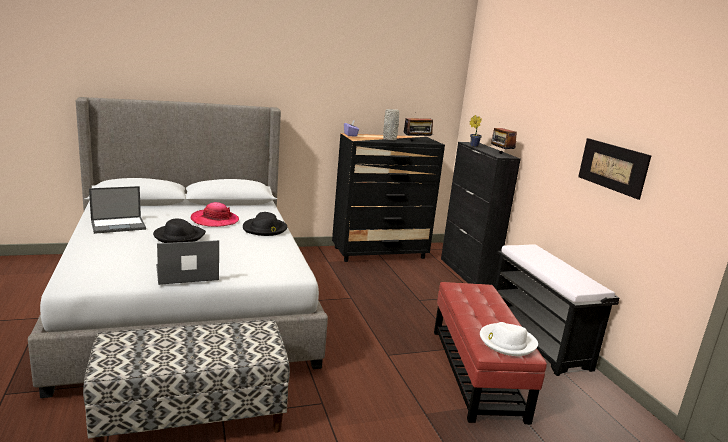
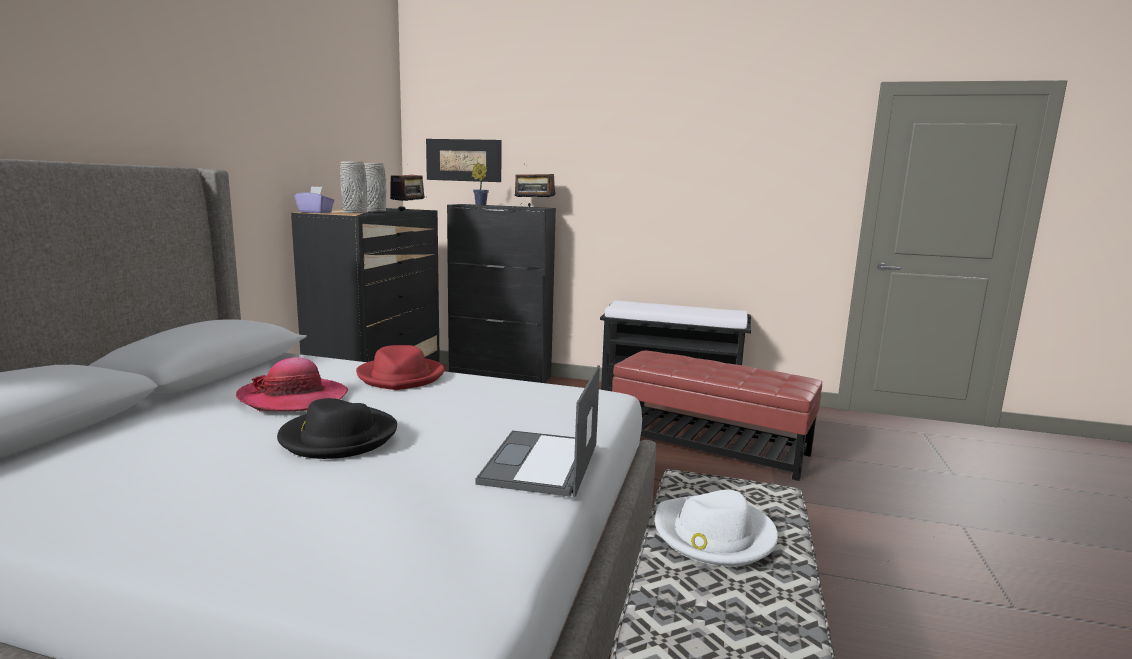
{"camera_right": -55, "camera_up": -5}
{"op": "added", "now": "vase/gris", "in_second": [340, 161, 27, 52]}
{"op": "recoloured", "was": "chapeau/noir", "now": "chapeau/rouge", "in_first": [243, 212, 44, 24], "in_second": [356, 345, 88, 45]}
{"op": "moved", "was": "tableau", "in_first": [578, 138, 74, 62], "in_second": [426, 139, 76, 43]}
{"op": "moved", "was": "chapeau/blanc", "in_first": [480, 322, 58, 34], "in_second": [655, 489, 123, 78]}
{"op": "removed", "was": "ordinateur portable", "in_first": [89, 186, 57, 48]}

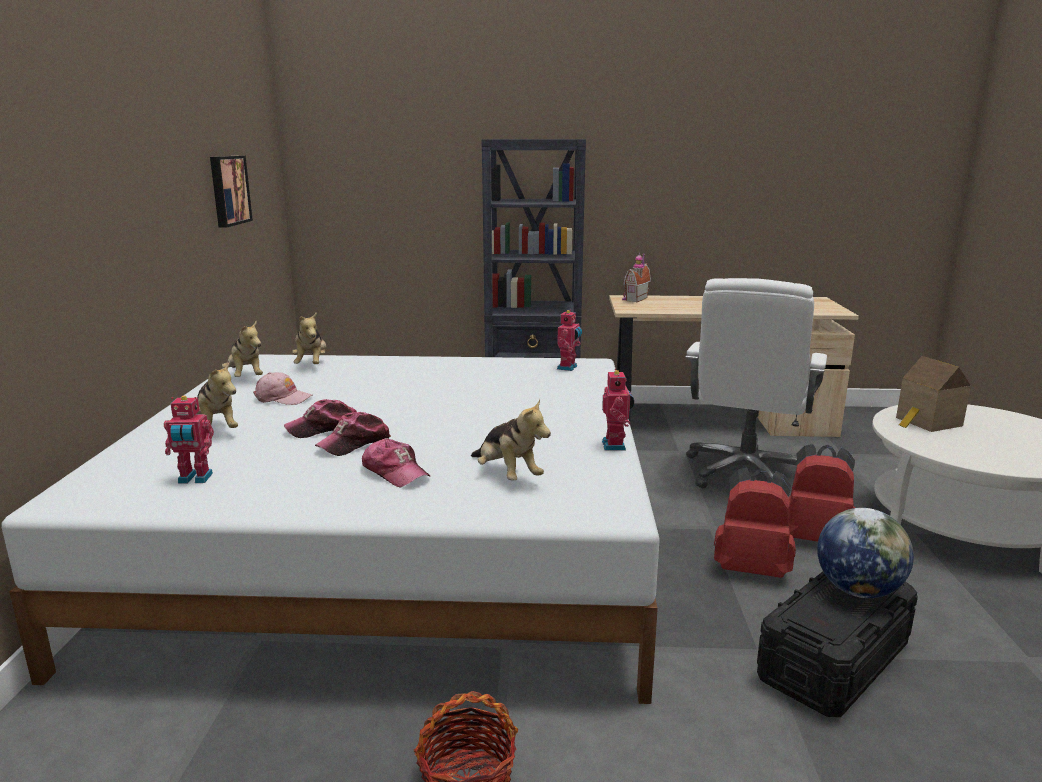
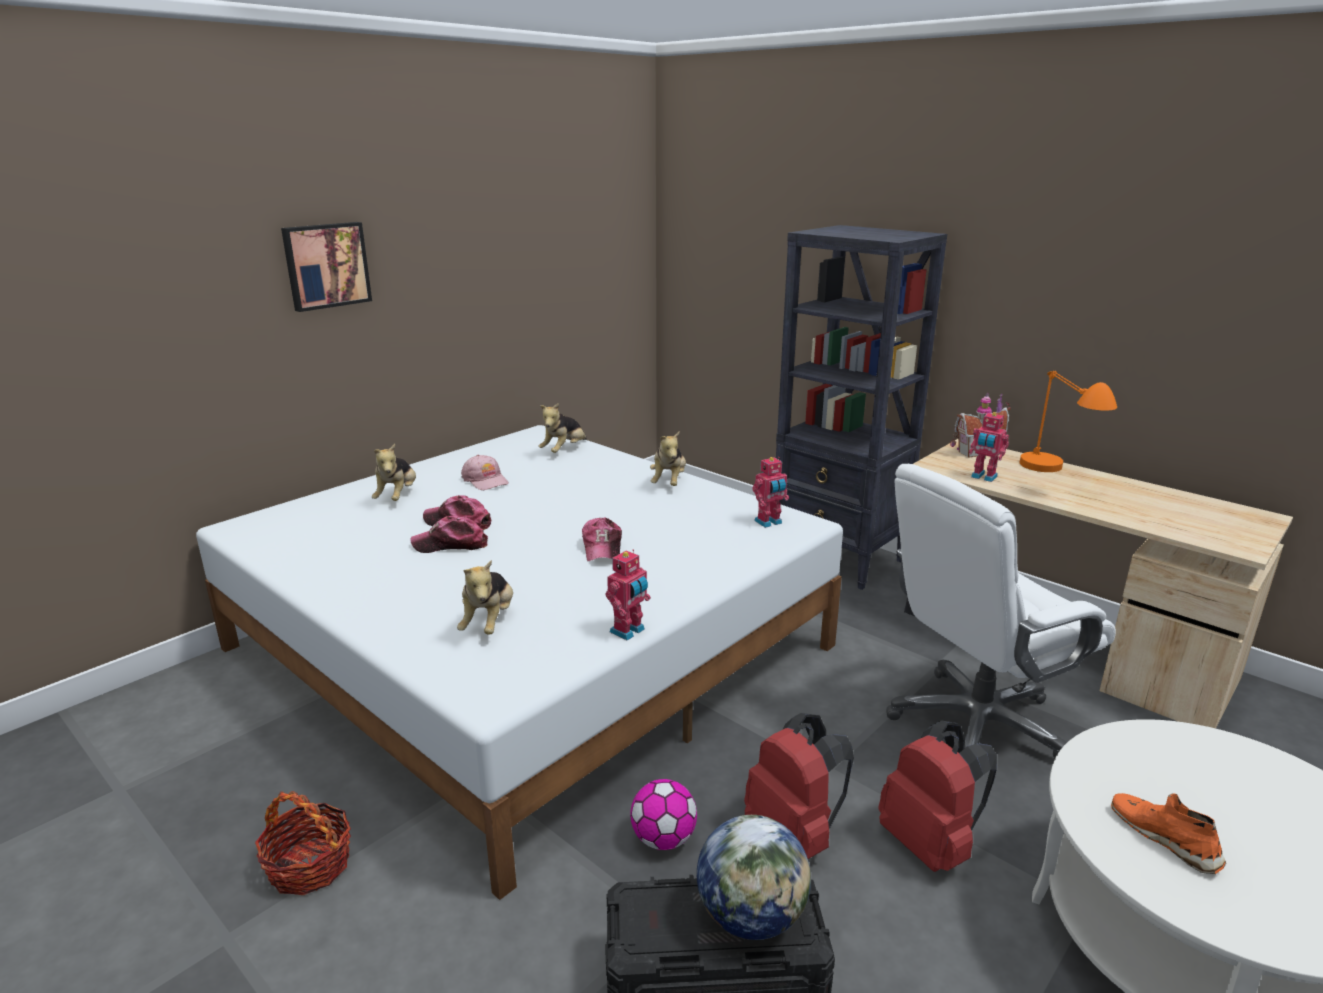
{"camera_right": 40, "camera_up": 5}
{"op": "moved", "was": "tableau", "in_first": [210, 156, 43, 72], "in_second": [281, 222, 91, 90]}
{"op": "moved", "was": "casquette", "in_first": [362, 438, 68, 49], "in_second": [582, 518, 40, 43]}
{"op": "added", "now": "ballon de foot", "in_second": [630, 779, 67, 71]}
{"op": "moved", "was": "peluche", "in_first": [222, 320, 41, 57], "in_second": [650, 431, 36, 55]}
{"op": "moved", "was": "robot jouet", "in_first": [164, 396, 50, 88], "in_second": [969, 412, 40, 70]}
{"op": "added", "now": "lampe de table/orange", "in_second": [1020, 371, 97, 101]}
{"op": "added", "now": "chaussure/orange", "in_second": [1111, 793, 115, 81]}
{"op": "removed", "was": "maison miniature", "in_first": [896, 356, 75, 76]}

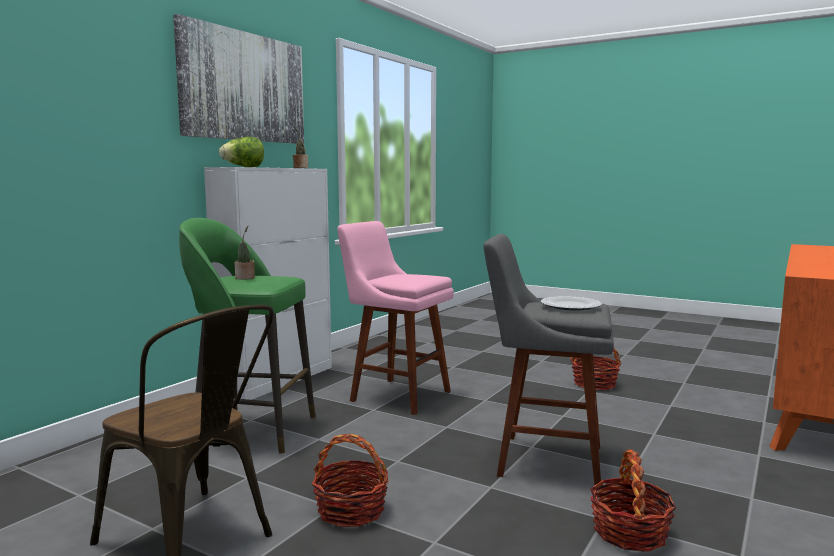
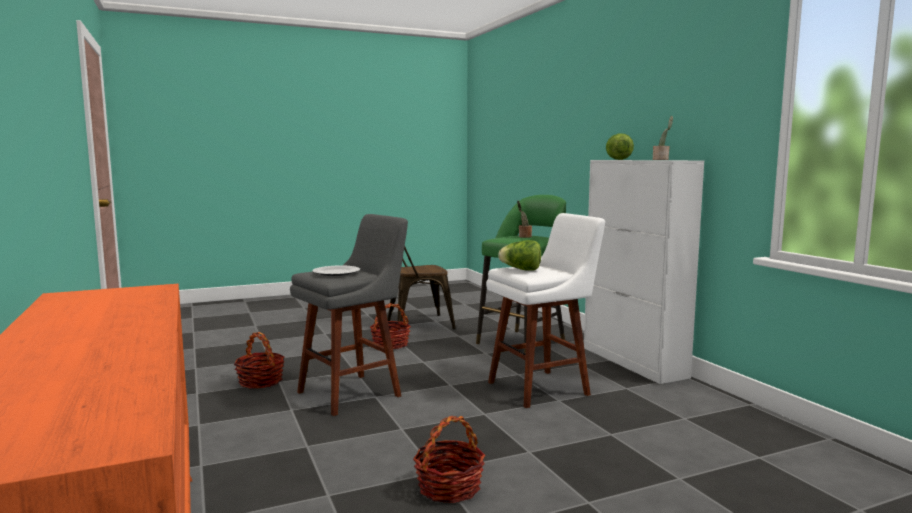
{"camera_right": 125, "camera_up": 0}
{"op": "recoloured", "was": "tabouret/rose", "now": "tabouret/blanc", "in_first": [337, 221, 117, 194], "in_second": [486, 213, 119, 195]}
{"op": "added", "now": "laitue", "in_second": [498, 240, 43, 30]}
{"op": "removed", "was": "tableau", "in_first": [173, 14, 131, 130]}

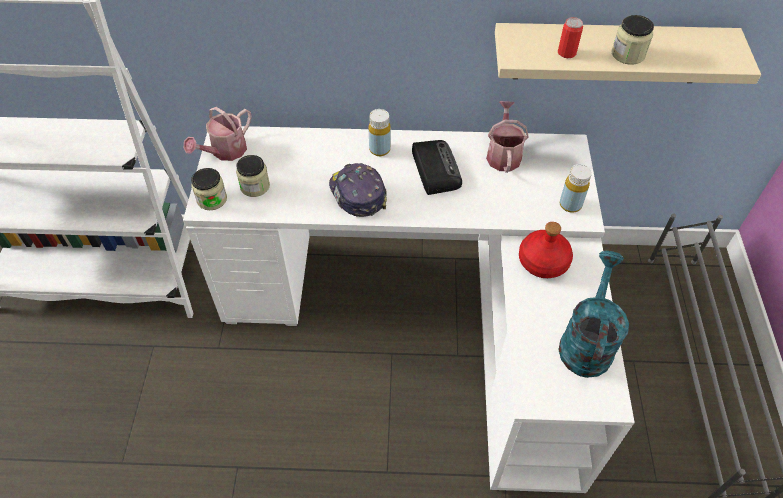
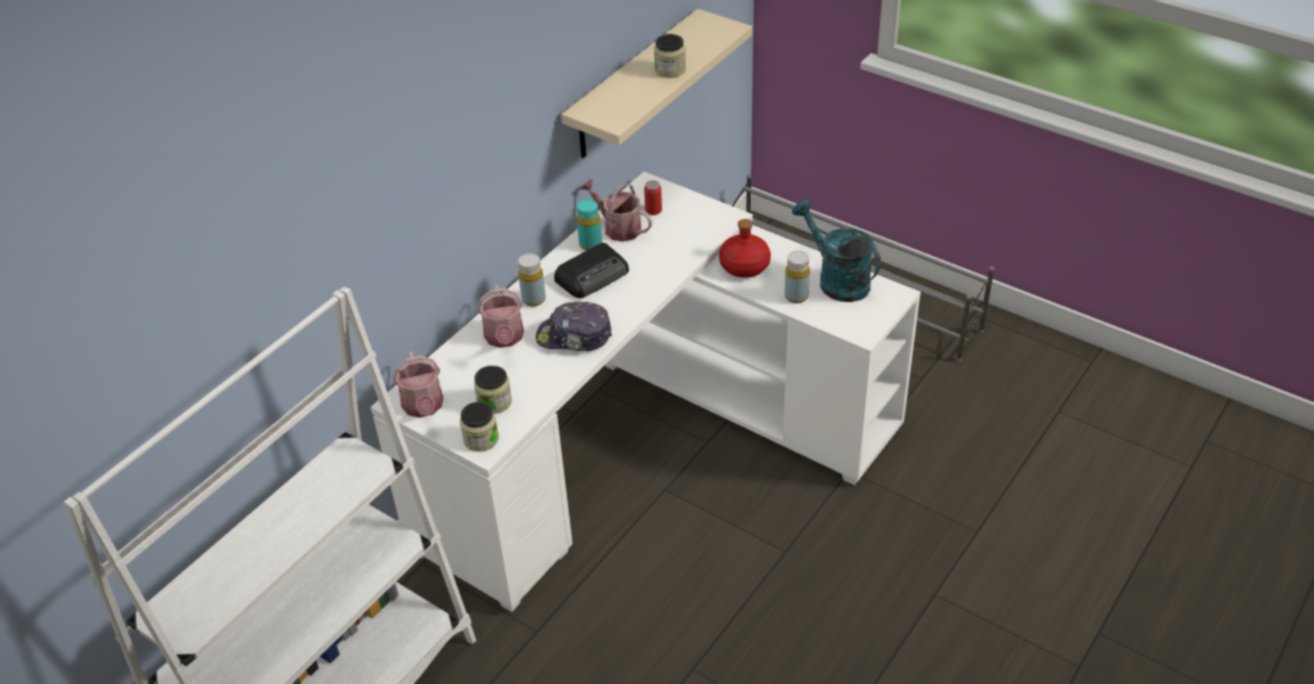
{"camera_right": -55, "camera_up": -10}
{"op": "added", "now": "arrosoir", "in_second": [477, 285, 47, 63]}
{"op": "turned", "was": "radio", "in_first": [412, 140, 50, 55], "in_second": [554, 243, 75, 55], "clockwise": 120}
{"op": "added", "now": "bouteille/turquoise", "in_second": [577, 199, 25, 52]}
{"op": "moved", "was": "boîte métallique", "in_first": [558, 17, 25, 41], "in_second": [644, 180, 18, 35]}
{"op": "moved", "was": "bouteille/jaune", "in_first": [560, 164, 32, 49], "in_second": [785, 251, 25, 52]}

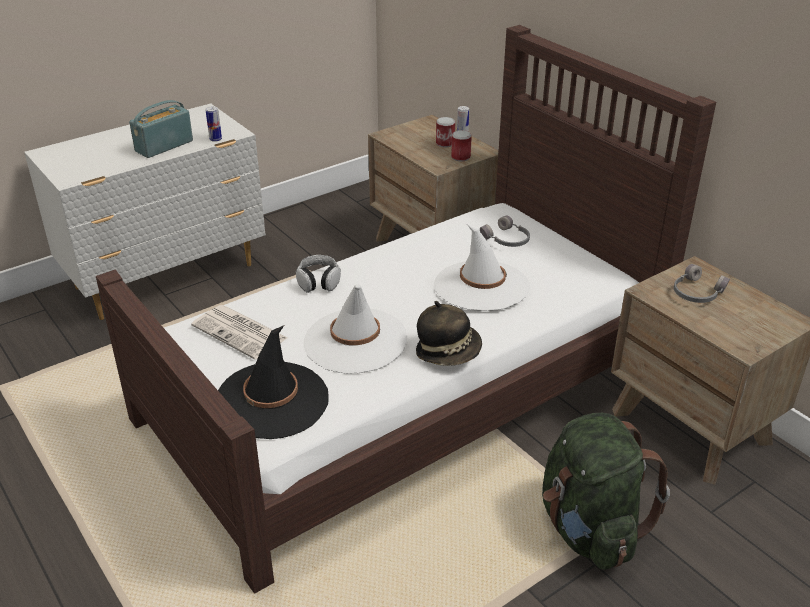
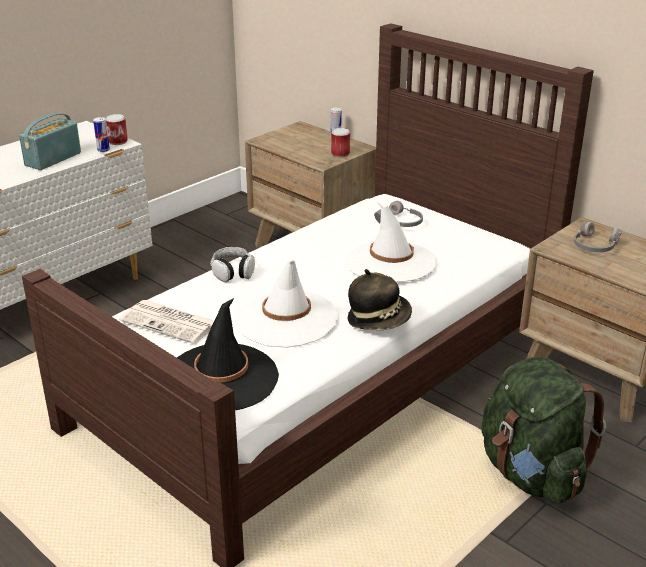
{"camera_right": -10, "camera_up": -5}
{"op": "moved", "was": "boîte métallique", "in_first": [436, 117, 19, 30], "in_second": [106, 114, 22, 31]}

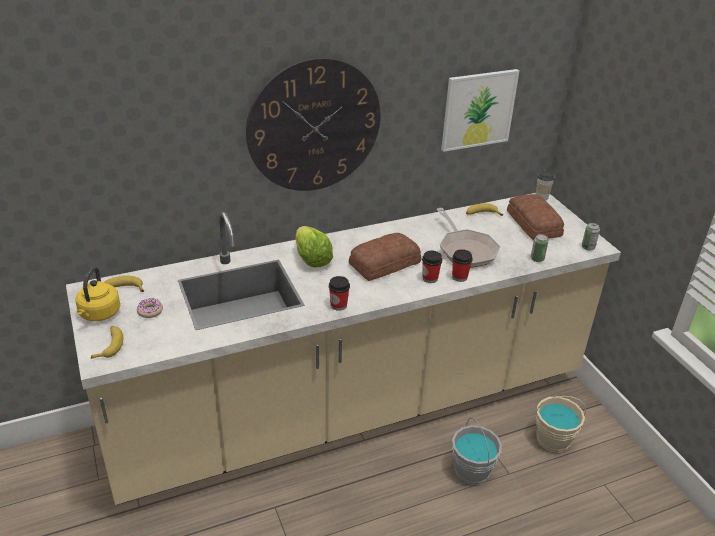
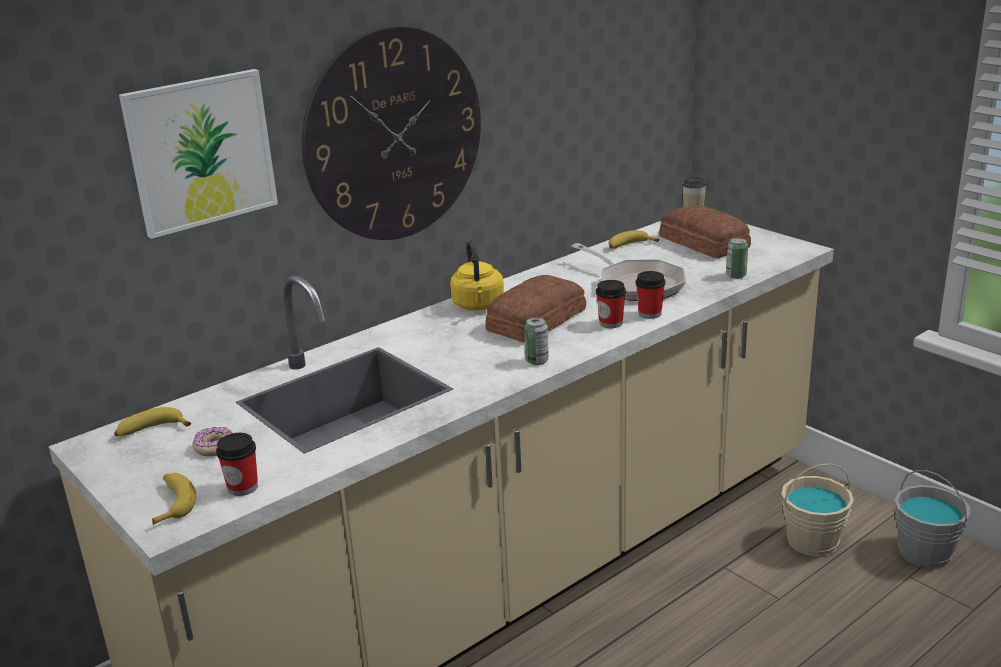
{"camera_right": -15, "camera_up": -10}
{"op": "moved", "was": "tableau", "in_first": [441, 69, 78, 83], "in_second": [119, 69, 159, 170]}
{"op": "moved", "was": "tasse", "in_first": [329, 276, 21, 35], "in_second": [216, 433, 42, 63]}
{"op": "moved", "was": "bouilloire/jaune", "in_first": [75, 267, 45, 54], "in_second": [450, 240, 54, 70]}
{"op": "moved", "was": "boîte métallique", "in_first": [582, 223, 18, 27], "in_second": [524, 318, 25, 47]}
{"op": "moved", "was": "seau/gris", "in_first": [452, 418, 50, 67], "in_second": [895, 470, 76, 98]}
{"op": "removed", "was": "laitue", "in_first": [296, 226, 37, 41]}

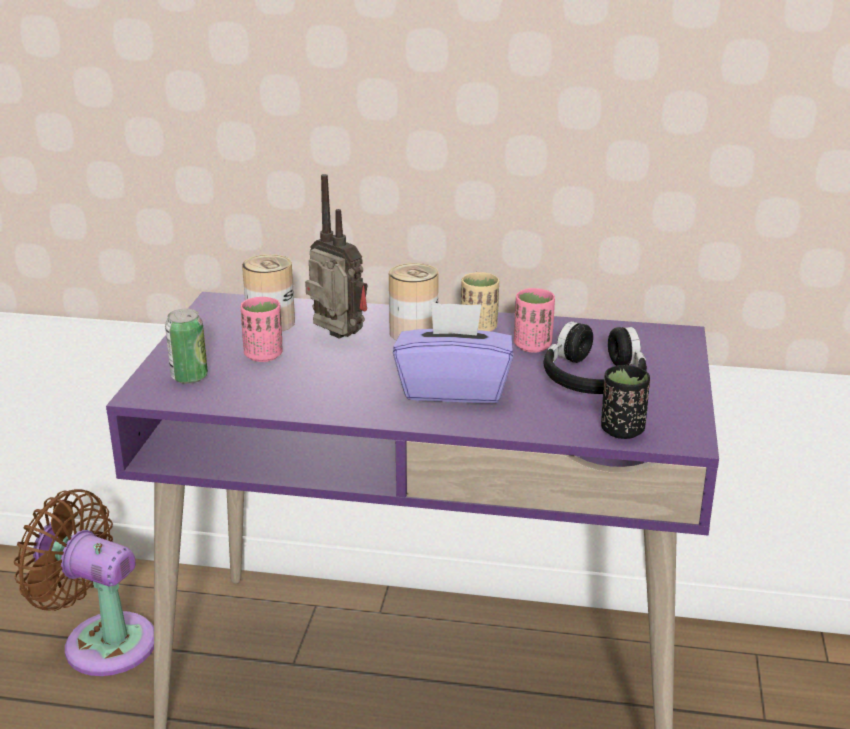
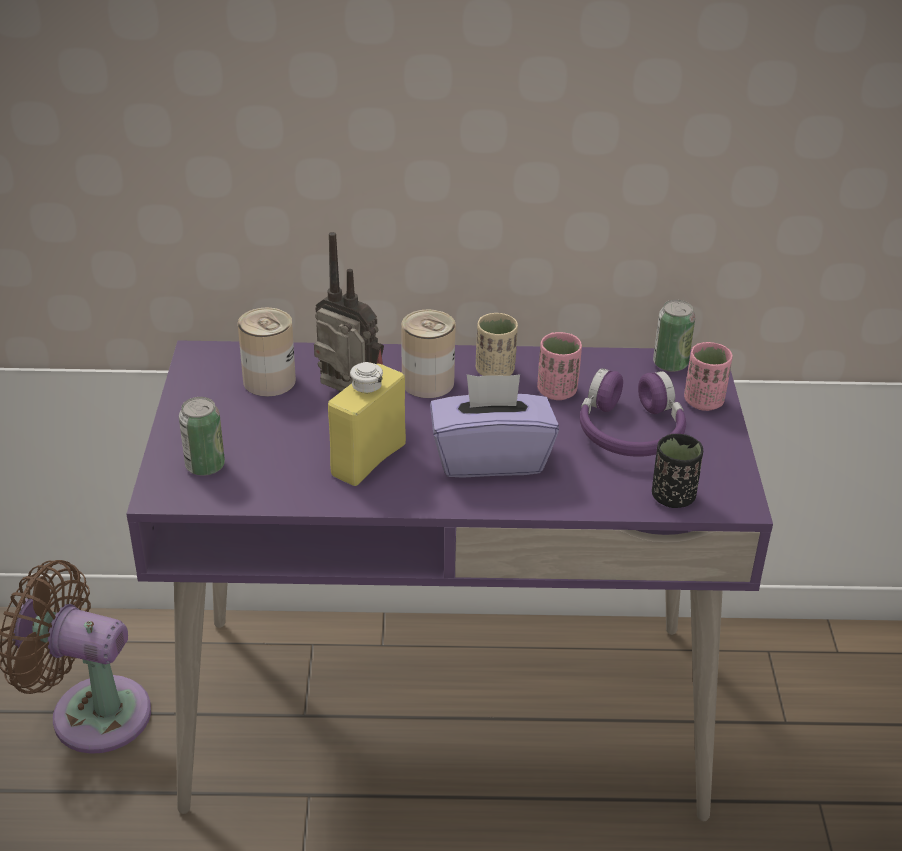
{"camera_right": -10, "camera_up": 10}
{"op": "added", "now": "bouteille/jaune", "in_second": [328, 362, 78, 124]}
{"op": "recoloured", "was": "casque audio/noir", "now": "casque audio/violet", "in_first": [544, 321, 103, 73], "in_second": [580, 368, 106, 89]}
{"op": "added", "now": "boîte métallique", "in_second": [653, 300, 42, 72]}
{"op": "moved", "was": "tasse/rose", "in_first": [241, 297, 42, 65], "in_second": [684, 342, 49, 69]}

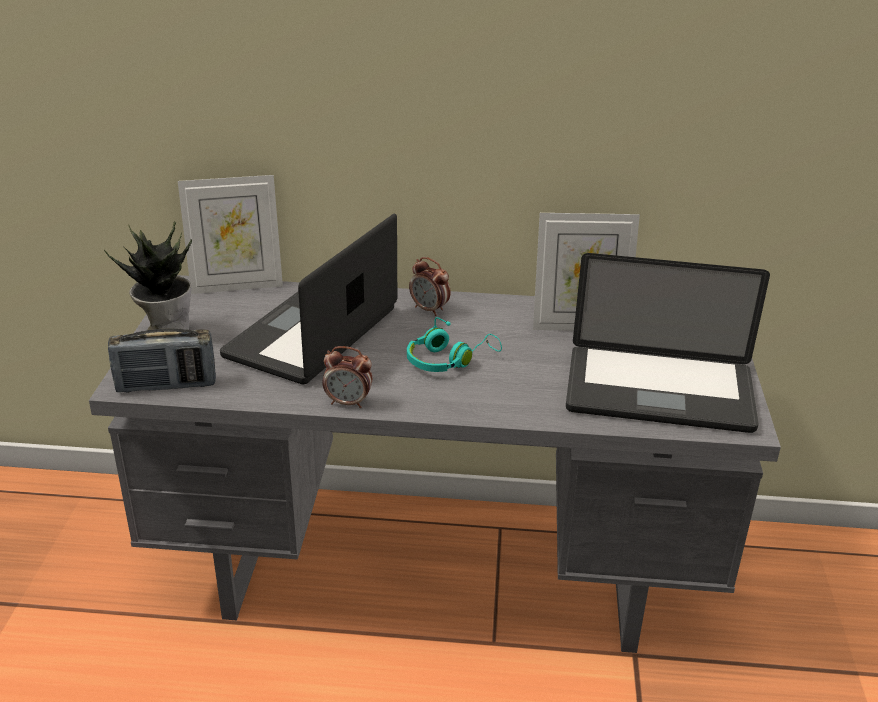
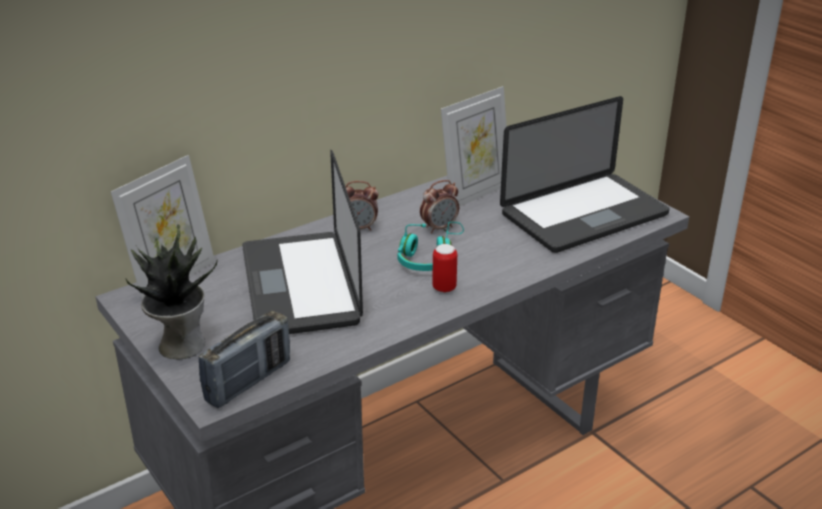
{"camera_right": -40, "camera_up": 0}
{"op": "moved", "was": "réveil", "in_first": [322, 346, 50, 62], "in_second": [420, 180, 39, 53]}
{"op": "added", "now": "boîte métallique", "in_second": [432, 244, 25, 49]}

